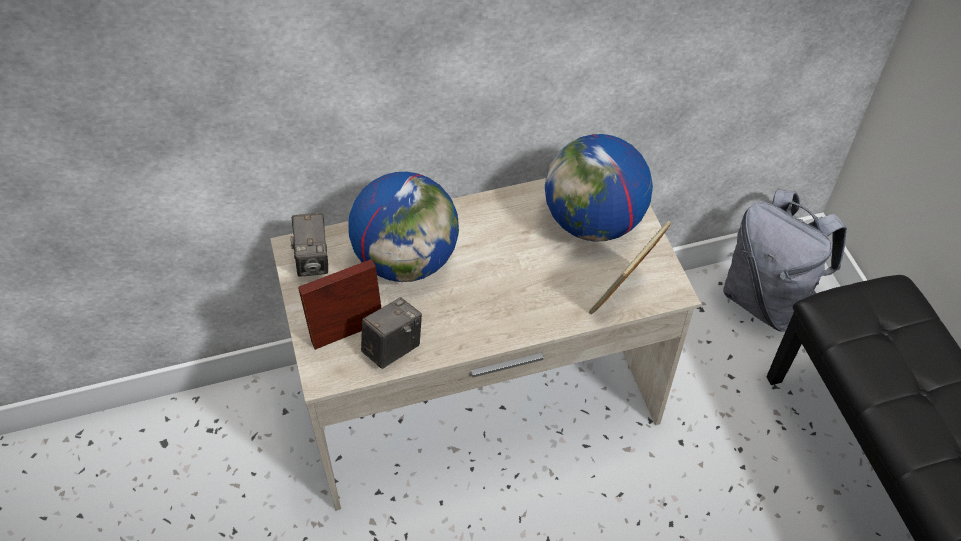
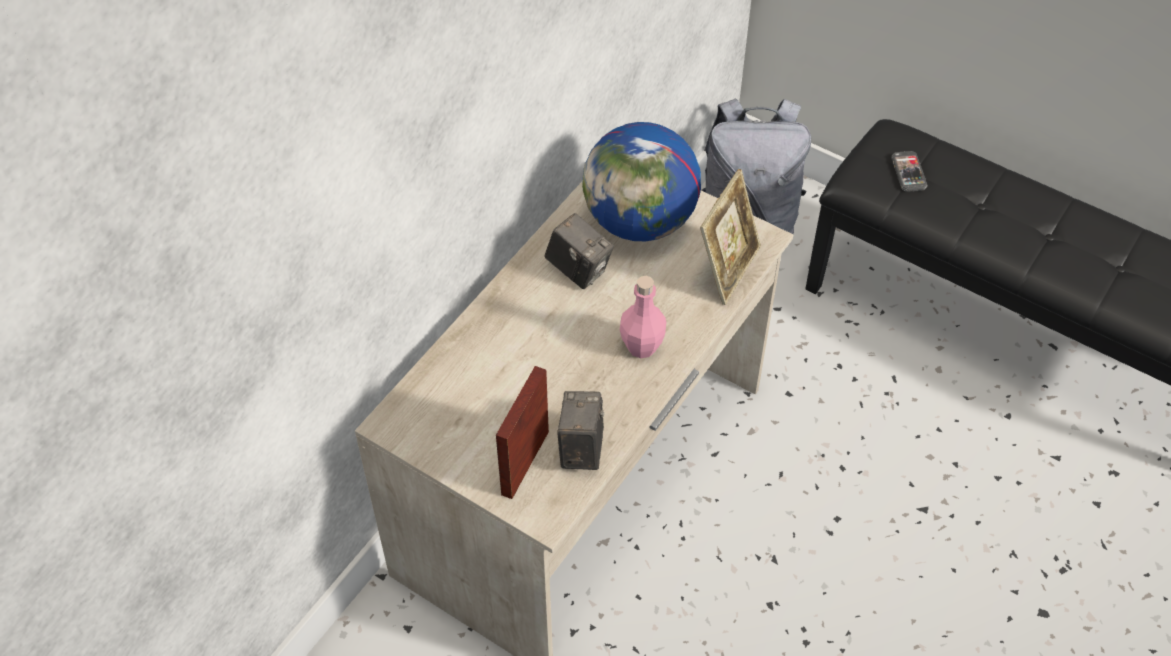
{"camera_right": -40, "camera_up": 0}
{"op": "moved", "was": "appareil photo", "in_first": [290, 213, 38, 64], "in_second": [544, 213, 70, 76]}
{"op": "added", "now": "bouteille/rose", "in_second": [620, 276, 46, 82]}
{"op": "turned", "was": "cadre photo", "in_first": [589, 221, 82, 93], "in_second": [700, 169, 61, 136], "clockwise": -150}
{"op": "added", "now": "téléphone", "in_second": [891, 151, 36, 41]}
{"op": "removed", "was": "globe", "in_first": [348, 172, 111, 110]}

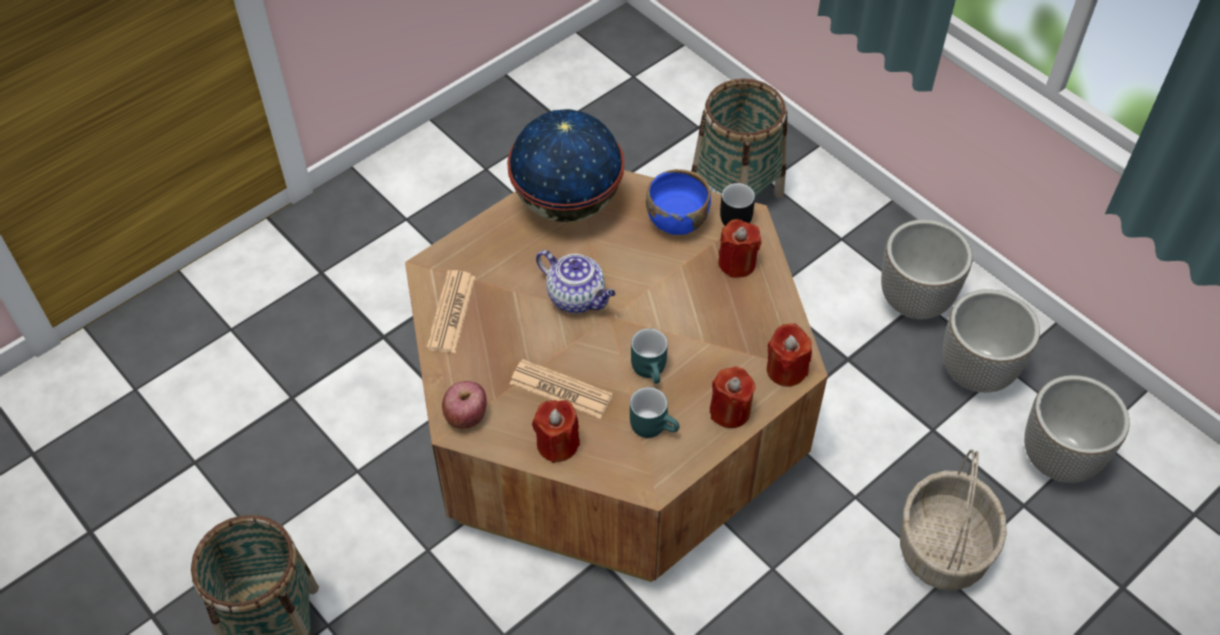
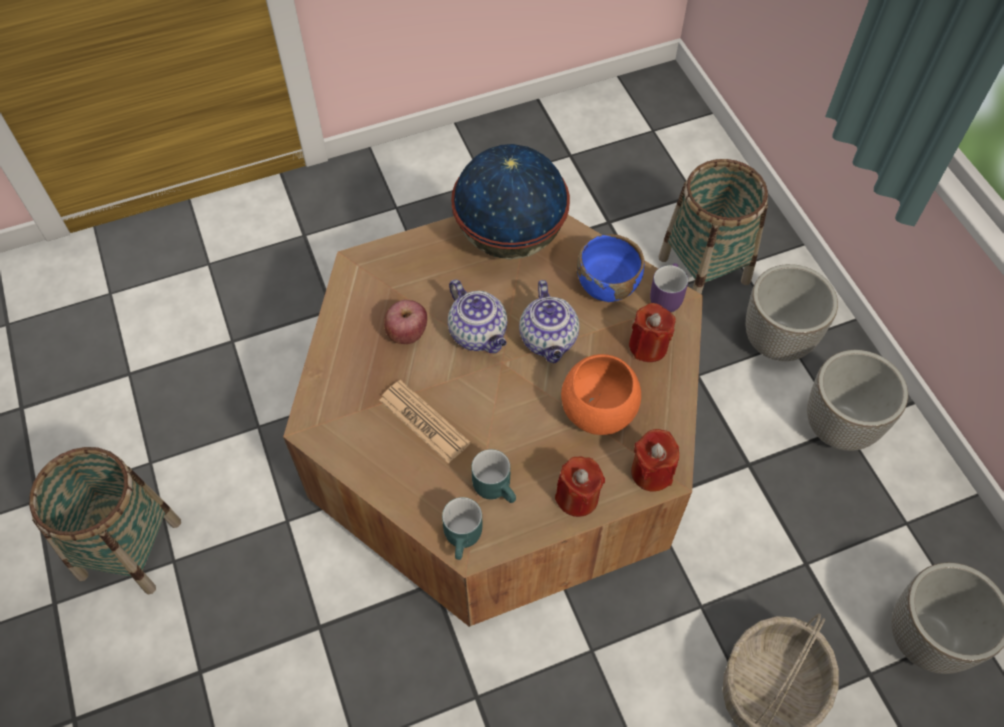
{"camera_right": 20, "camera_up": 5}
{"op": "moved", "was": "pomme", "in_first": [442, 381, 45, 48], "in_second": [384, 300, 43, 44]}
{"op": "moved", "was": "mug/turquoise", "in_first": [631, 328, 37, 56], "in_second": [442, 497, 40, 63]}
{"op": "added", "now": "théière", "in_second": [519, 280, 60, 83]}
{"op": "added", "now": "bol/orange", "in_second": [561, 354, 80, 81]}
{"op": "recoloured", "was": "mug/noir", "now": "mug/violet", "in_first": [720, 182, 35, 44], "in_second": [650, 263, 38, 49]}
{"op": "moved", "was": "cache-pot", "in_first": [943, 289, 97, 104], "in_second": [746, 264, 92, 97]}
{"op": "removed", "was": "journal", "in_first": [426, 270, 50, 83]}
{"op": "removed", "was": "bougie/rouge", "in_first": [532, 400, 48, 63]}

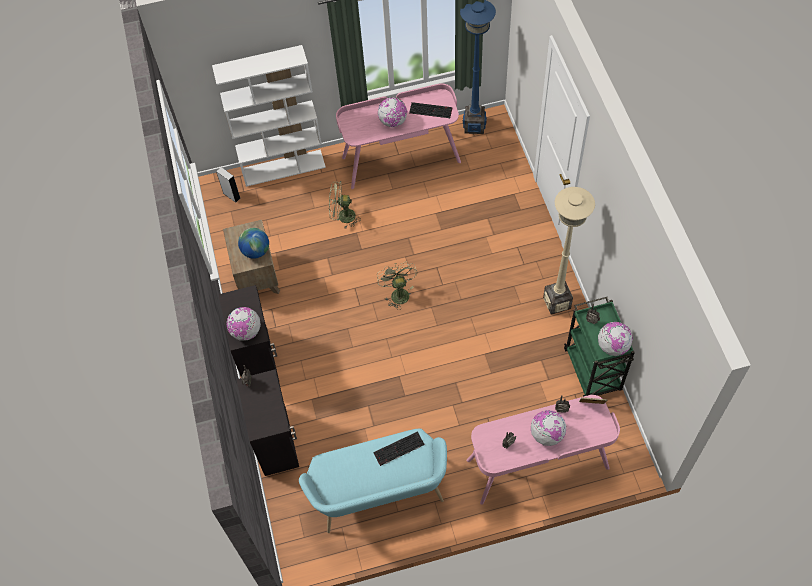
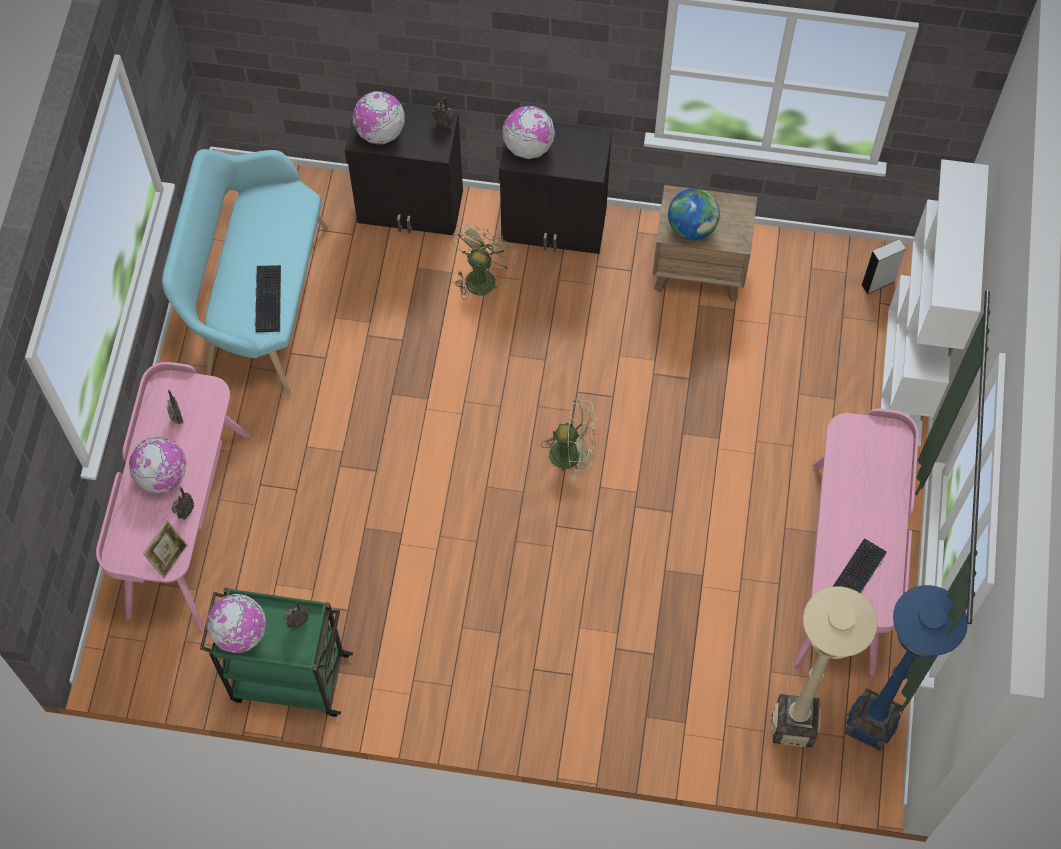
{"camera_right": 110, "camera_up": 5}
{"op": "moved", "was": "globe", "in_first": [378, 97, 29, 30], "in_second": [352, 91, 53, 54]}
{"op": "moved", "was": "ventilateur/vert", "in_first": [329, 181, 32, 47], "in_second": [451, 224, 67, 76]}
{"op": "moved", "was": "lampadaire/beige", "in_first": [543, 187, 52, 128], "in_second": [771, 587, 106, 160]}

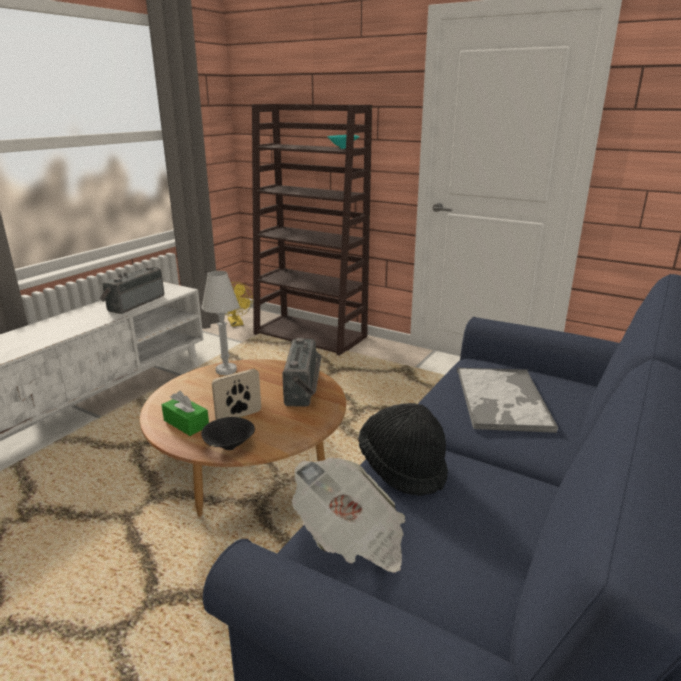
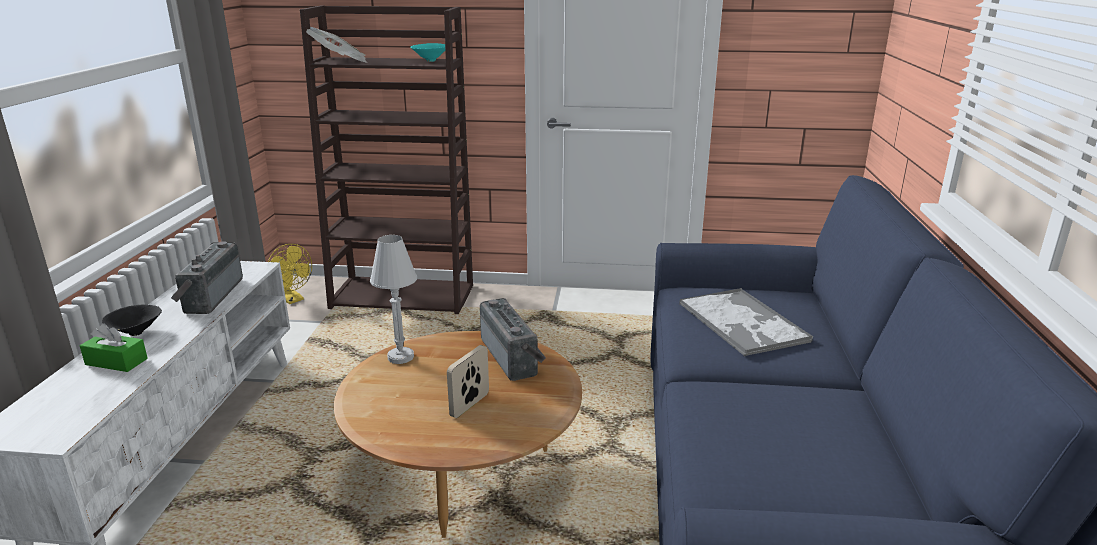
{"camera_right": -25, "camera_up": 0}
{"op": "moved", "was": "boîte à mouchoirs/vert", "in_first": [162, 391, 47, 45], "in_second": [80, 323, 68, 49]}
{"op": "moved", "was": "bol/noir", "in_first": [201, 417, 54, 33], "in_second": [102, 304, 60, 32]}
{"op": "moved", "was": "journal", "in_first": [292, 458, 113, 115], "in_second": [306, 27, 61, 36]}
{"op": "removed", "was": "chapeau/noir", "in_first": [358, 403, 90, 93]}

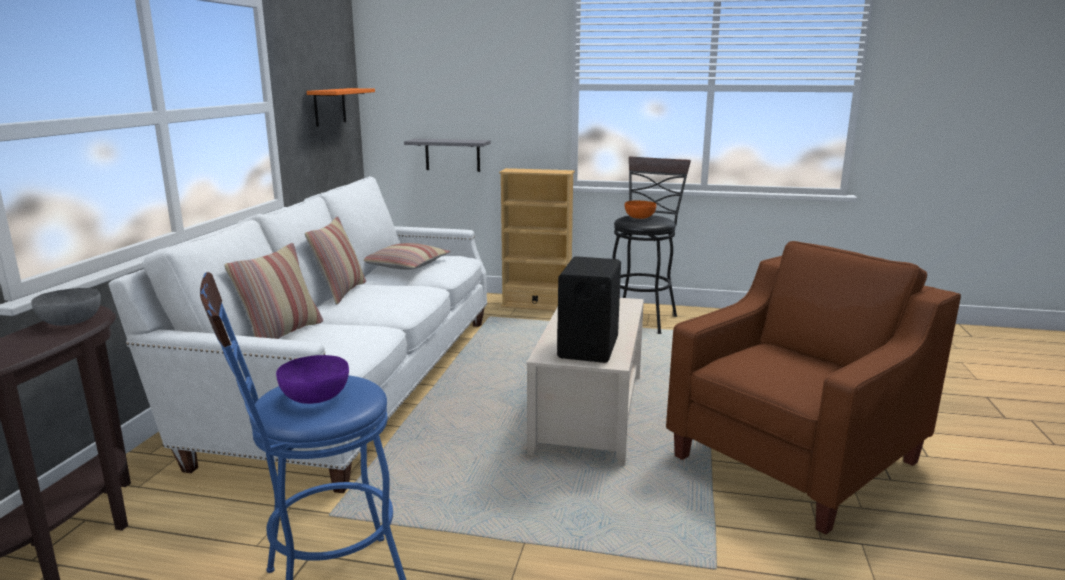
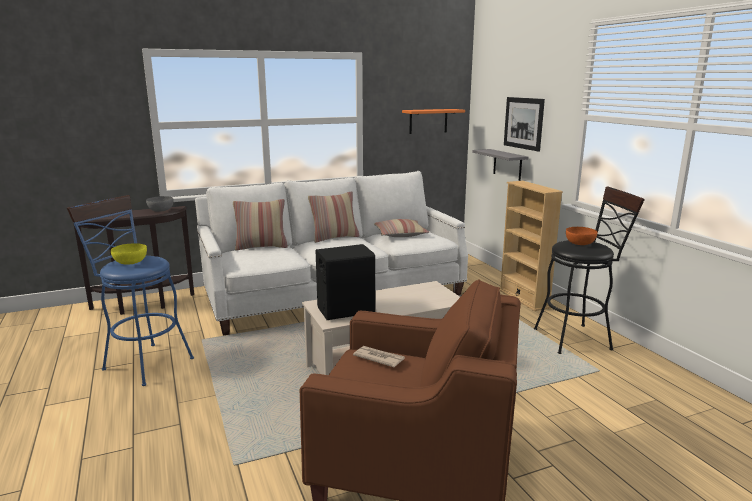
{"camera_right": 55, "camera_up": 0}
{"op": "recoloured", "was": "bol/violet", "now": "bol/jaune", "in_first": [276, 355, 73, 49], "in_second": [111, 243, 36, 22]}
{"op": "added", "now": "journal", "in_second": [353, 346, 52, 21]}
{"op": "added", "now": "tableau", "in_second": [504, 97, 41, 54]}

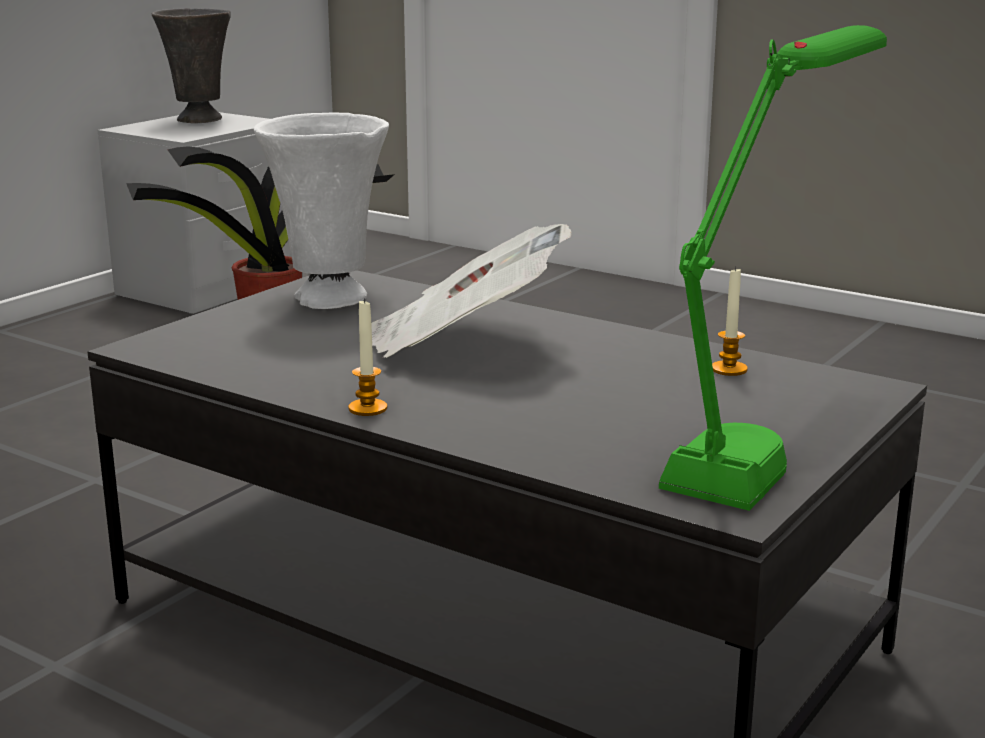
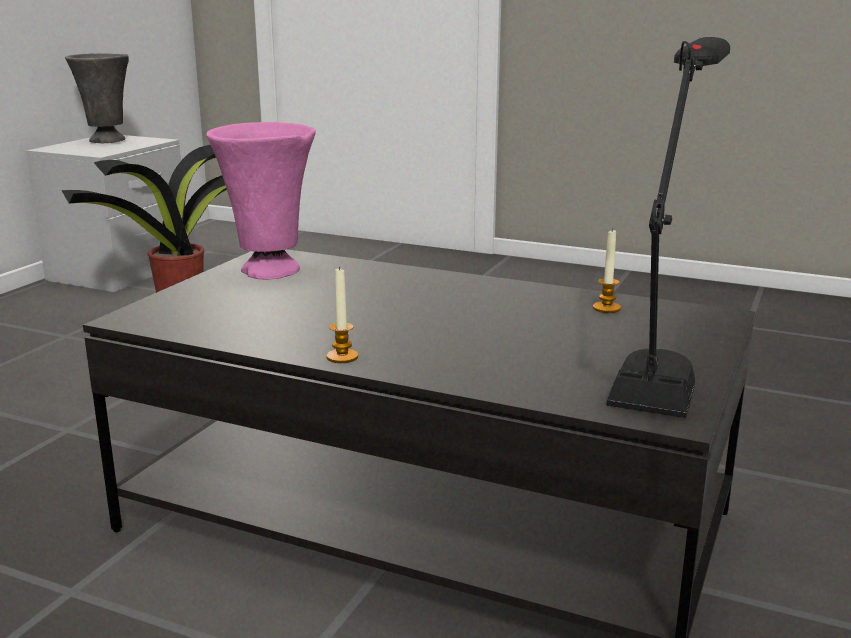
{"camera_right": -10, "camera_up": 0}
{"op": "recoloured", "was": "vase/blanc", "now": "vase/rose", "in_first": [253, 112, 136, 197], "in_second": [206, 122, 110, 158]}
{"op": "recoloured", "was": "lampe de table/vert", "now": "lampe de table/noir", "in_first": [659, 25, 228, 486], "in_second": [607, 37, 123, 381]}
{"op": "removed", "was": "journal", "in_first": [371, 224, 201, 134]}

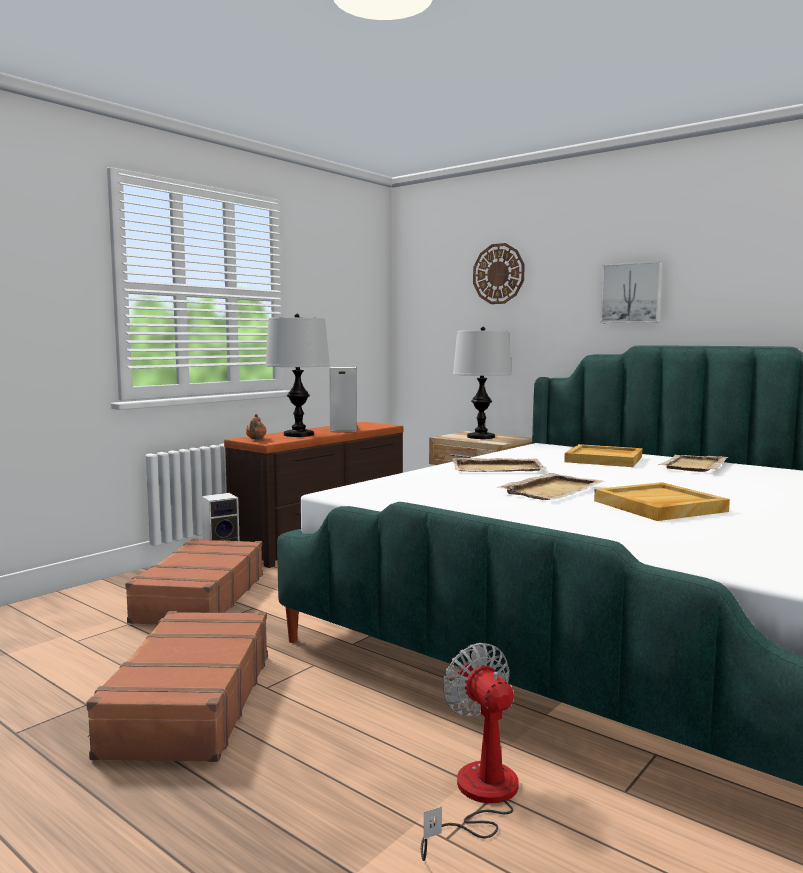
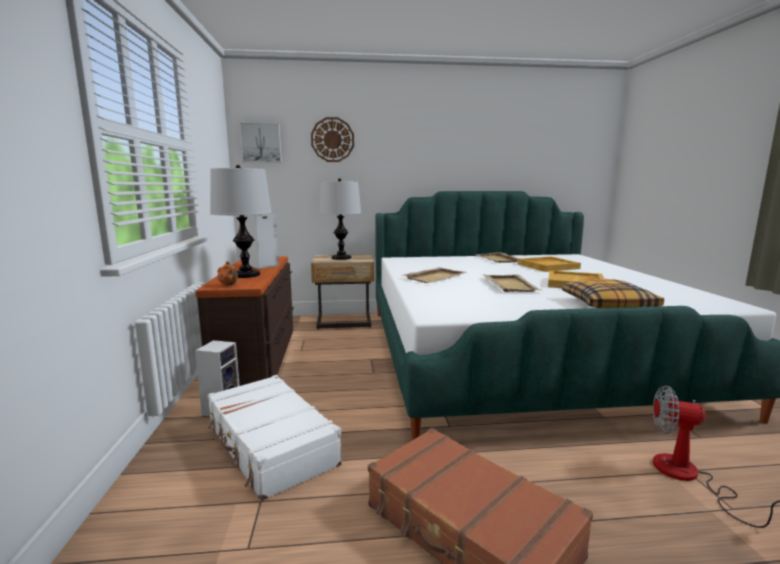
{"camera_right": -45, "camera_up": 5}
{"op": "recoloured", "was": "valise/marron", "now": "valise/blanc", "in_first": [125, 539, 138, 86], "in_second": [207, 375, 135, 126]}
{"op": "moved", "was": "tableau", "in_first": [600, 261, 63, 62], "in_second": [239, 122, 43, 41]}
{"op": "moved", "was": "plateau/beige", "in_first": [564, 444, 78, 23], "in_second": [518, 256, 63, 16]}
{"op": "added", "now": "coussin", "in_second": [562, 279, 102, 29]}

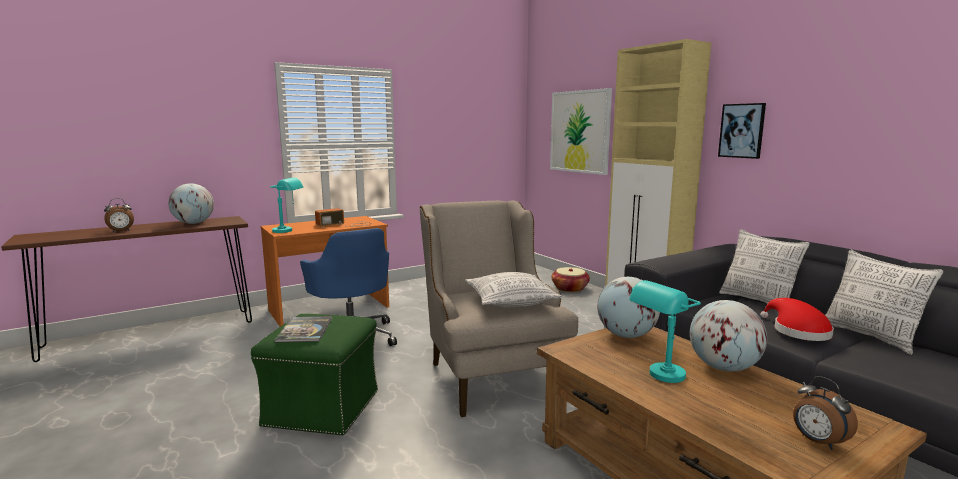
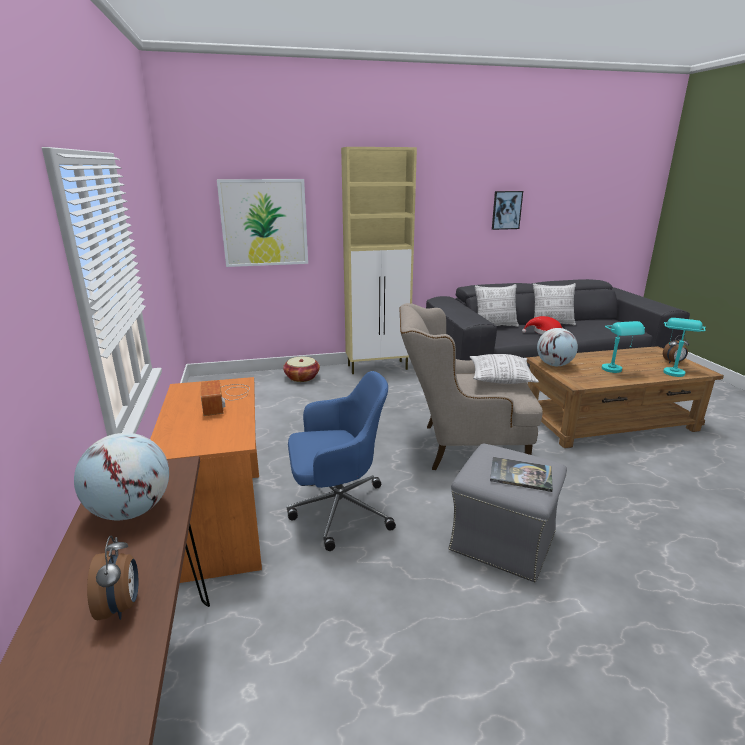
{"camera_right": -70, "camera_up": 10}
{"op": "recoloured", "was": "pouf/vert", "now": "pouf/gris", "in_first": [250, 314, 128, 122], "in_second": [449, 444, 118, 138]}
{"op": "moved", "was": "tableau", "in_first": [718, 103, 48, 56], "in_second": [492, 191, 31, 39]}
{"op": "moved", "was": "lampe de table/turquoise", "in_first": [270, 178, 33, 55], "in_second": [663, 318, 43, 59]}
{"op": "removed", "was": "globe", "in_first": [690, 300, 77, 72]}

